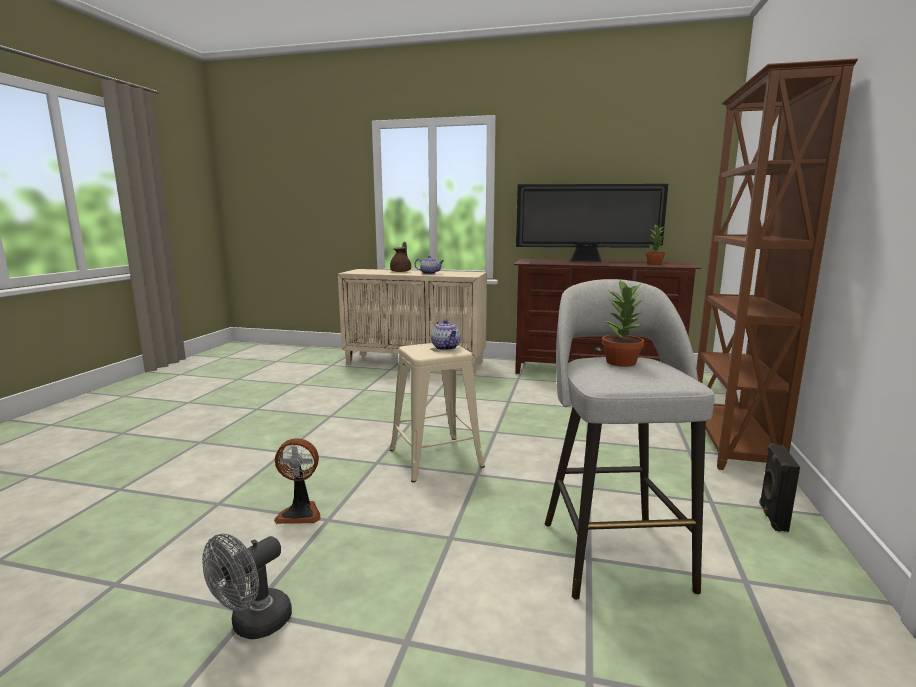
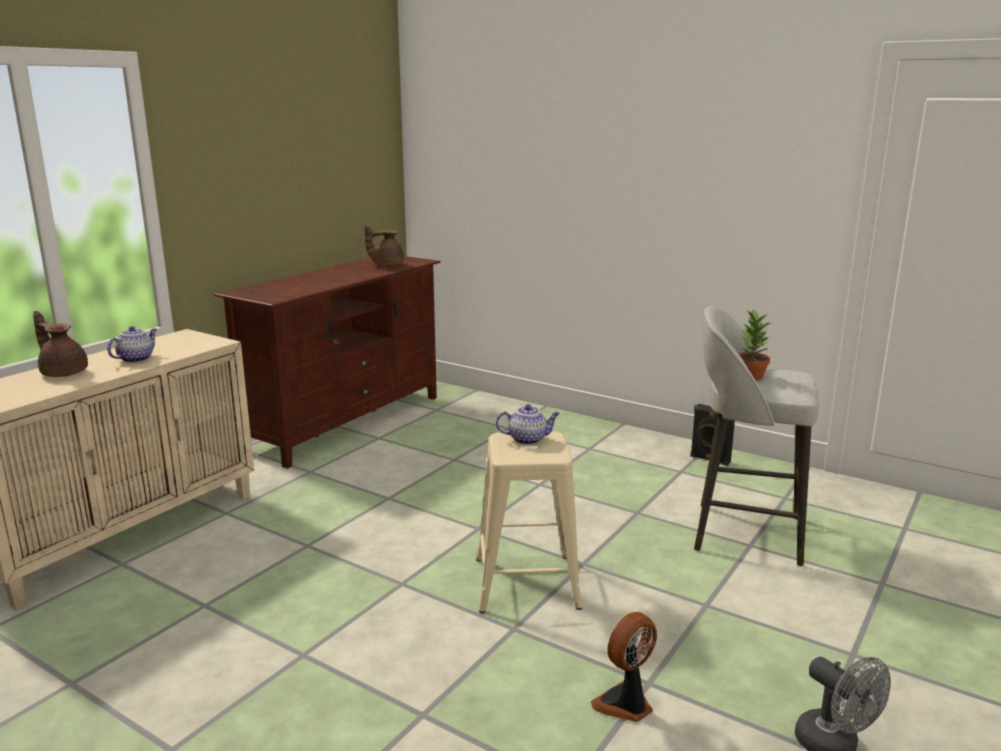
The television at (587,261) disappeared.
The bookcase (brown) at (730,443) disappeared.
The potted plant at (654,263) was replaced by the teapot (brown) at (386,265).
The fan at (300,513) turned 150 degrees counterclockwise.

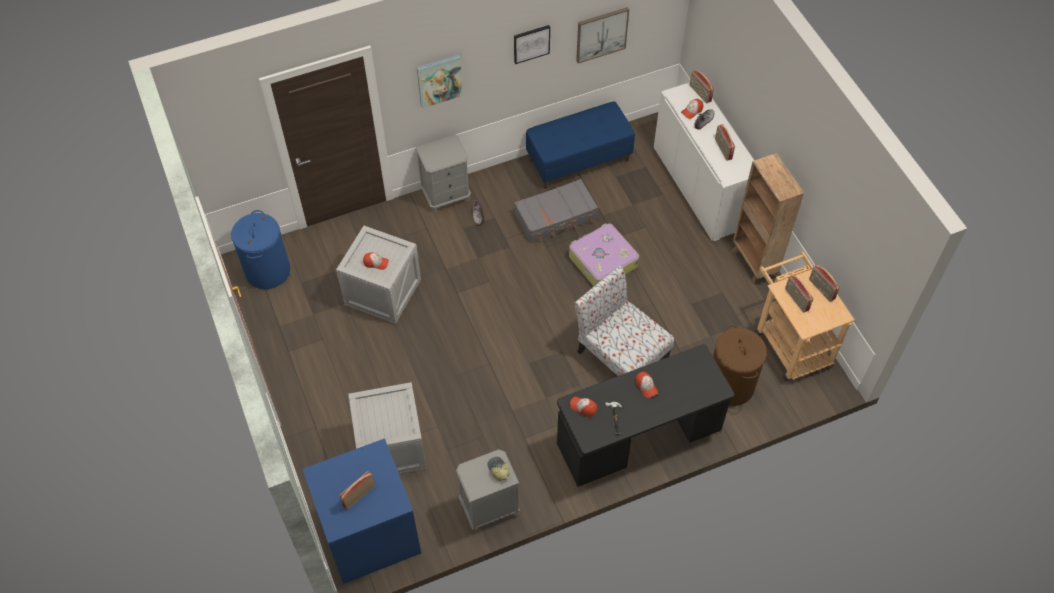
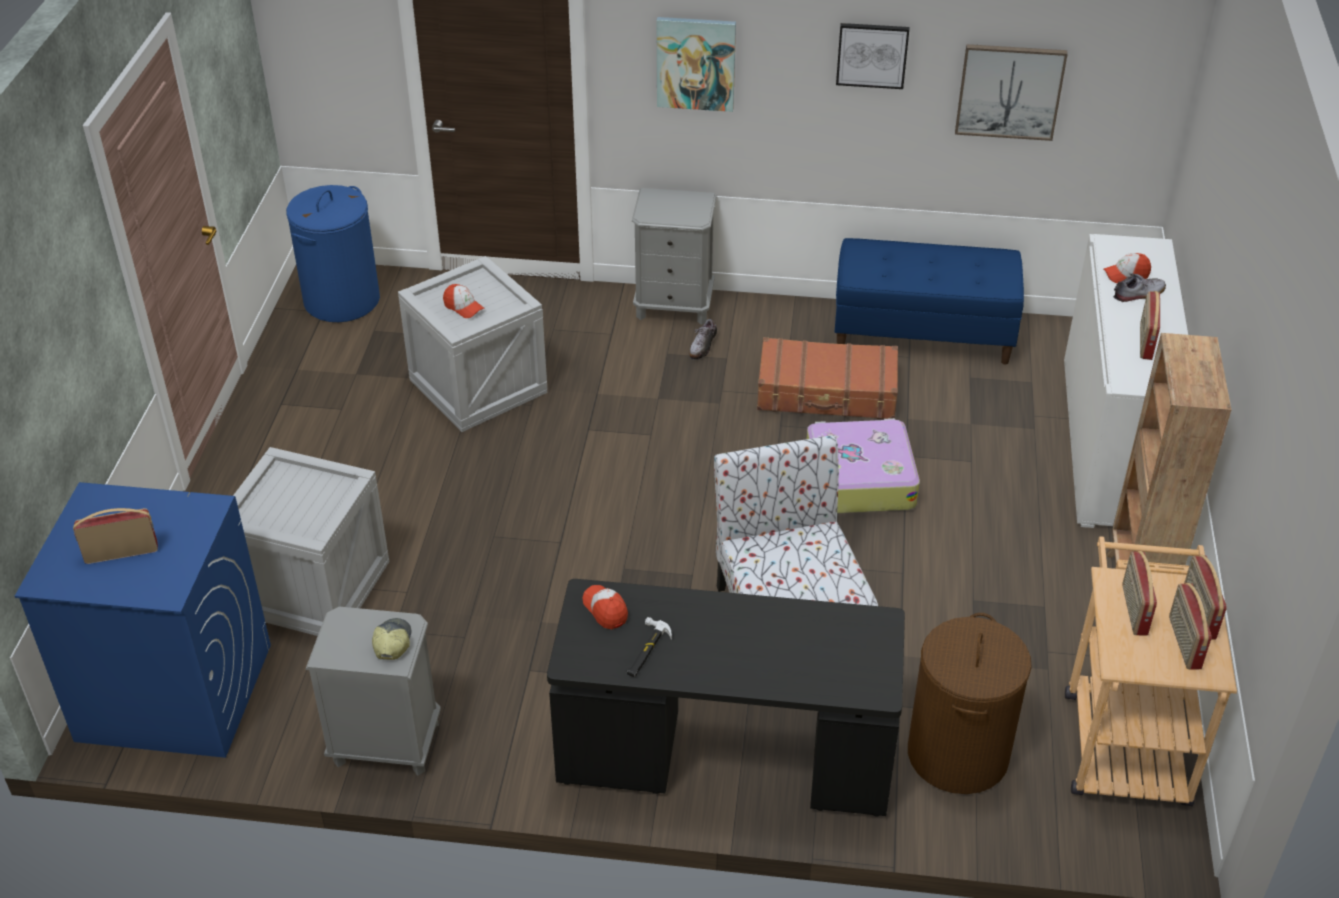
The cap at (646,386) disappeared.
The radio moved from (700,93) to (1183,643).
The suitcase (grey) at (556,217) became the suitcase (brown) at (827,393).

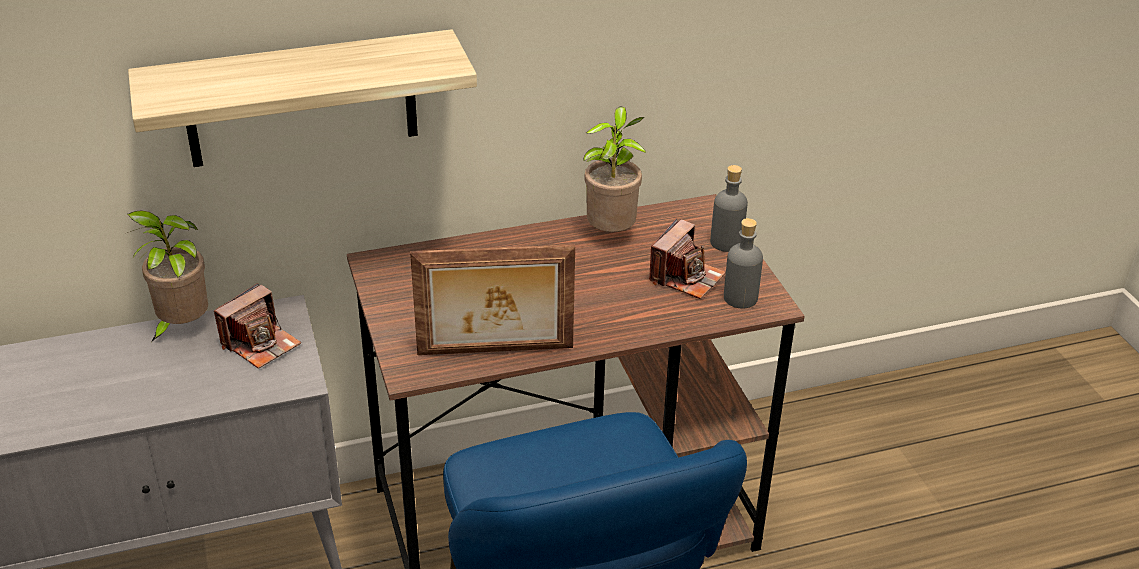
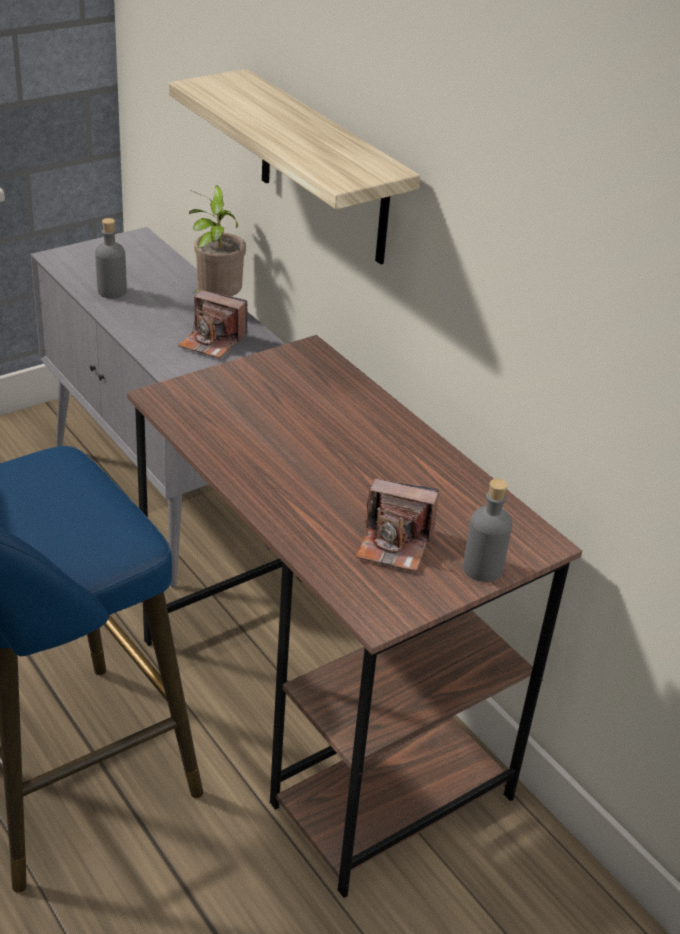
The picture frame at (495,352) disappeared.
The potted plant at (612,233) disappeared.
The bottle (grey) moved from (740,298) to (112,291).

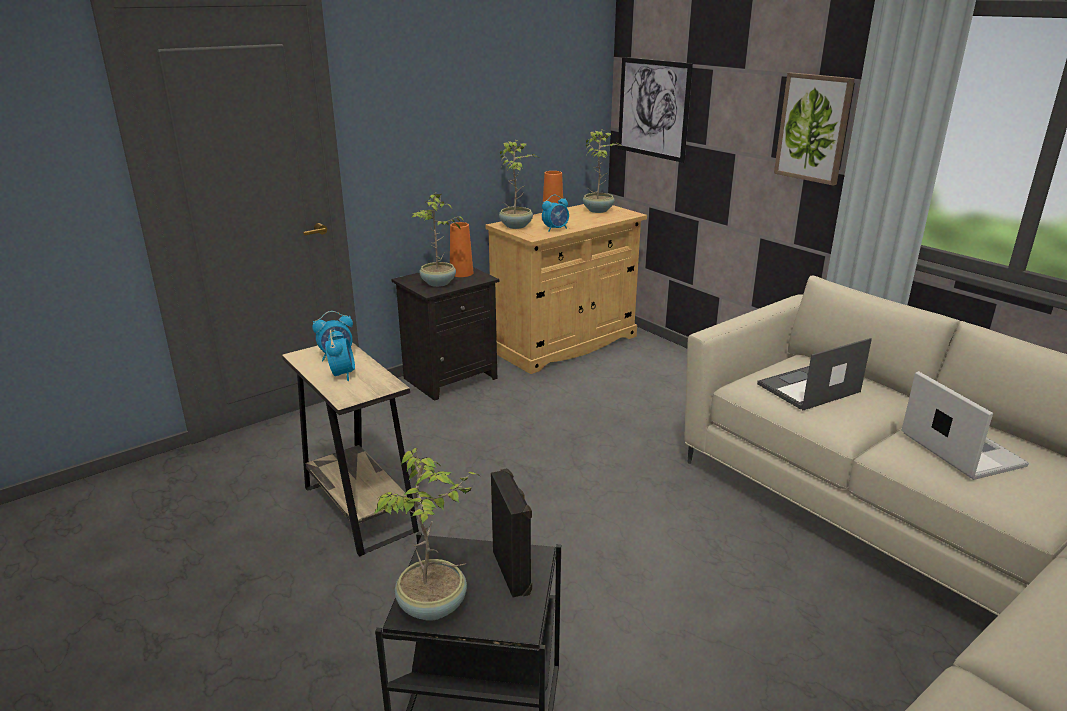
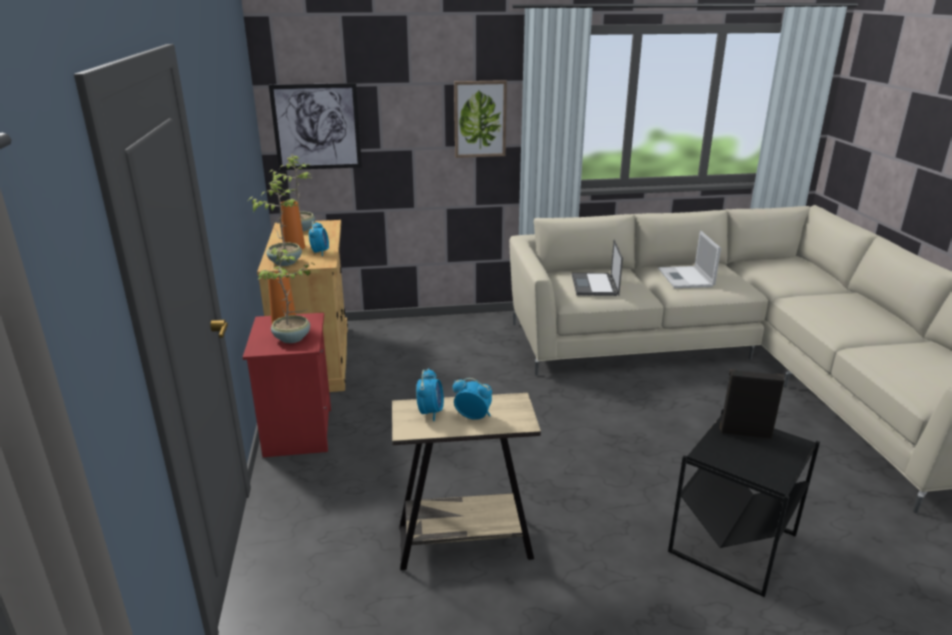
The potted plant at (433,606) disappeared.
The nightstand (black) at (450,377) became the nightstand (red) at (297,431).
The laptop at (959,448) turned 105 degrees counterclockwise.

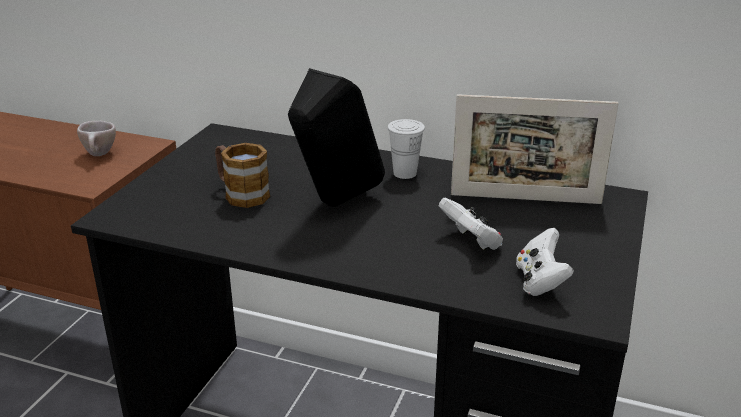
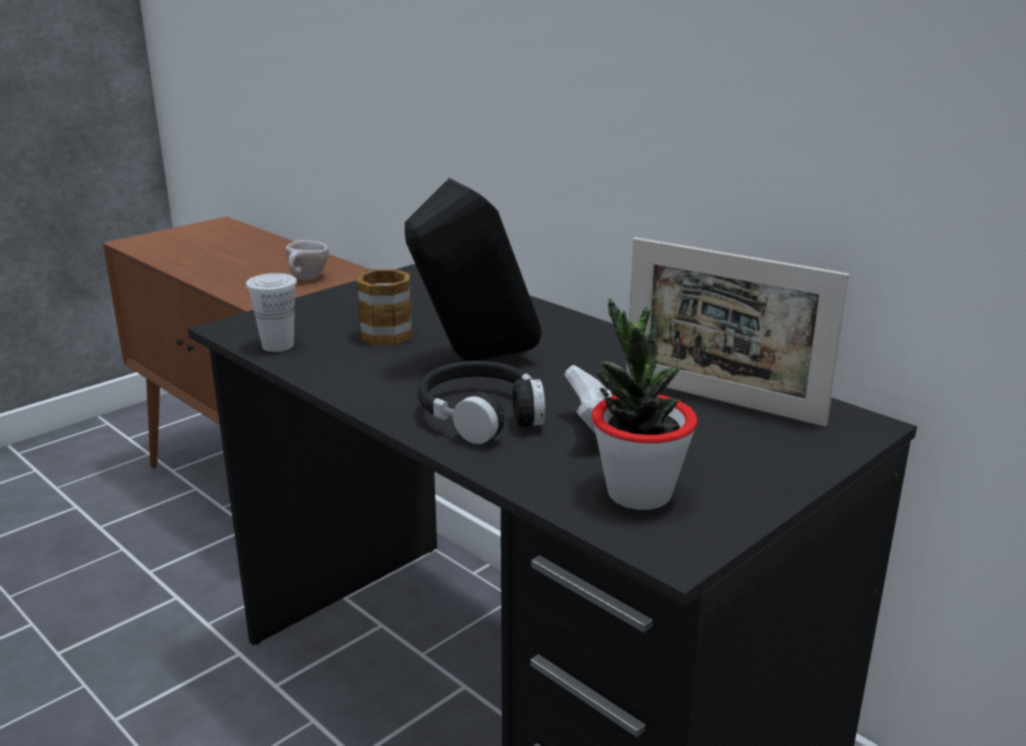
The headphones (black) at (481,415) appeared.
The cup (white) moved from (405,173) to (278,345).
The game controller (white) at (540,281) was replaced by the potted plant at (638,493).

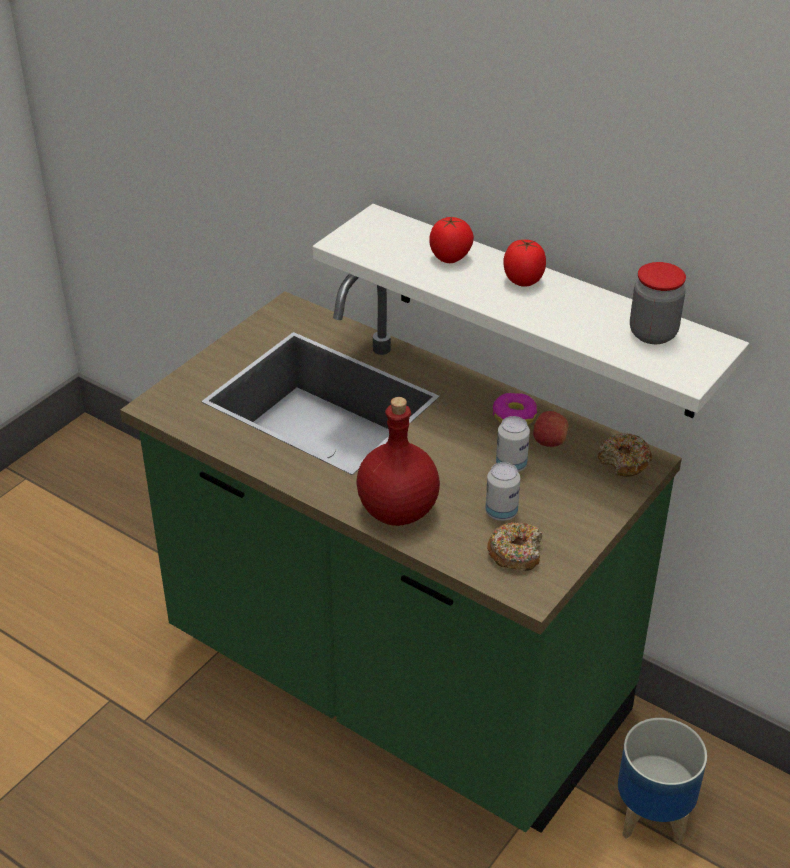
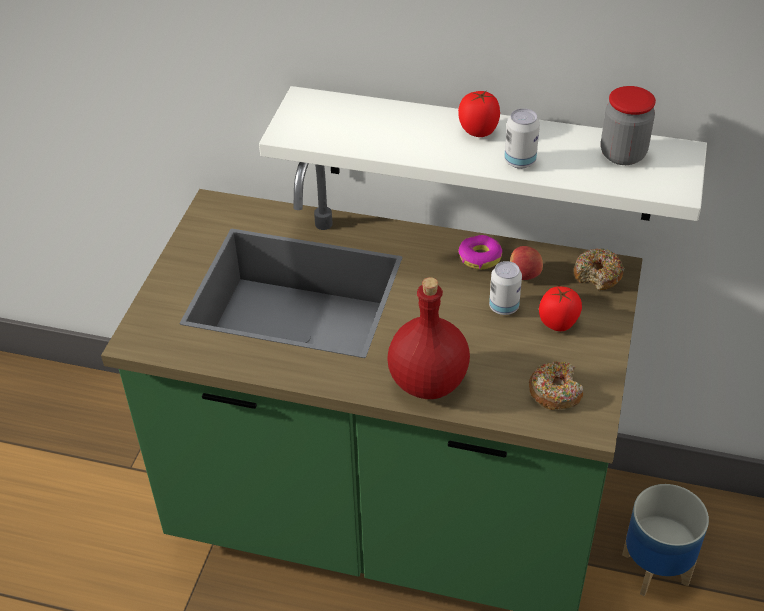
The tomato moved from (450,258) to (558,323).
The can moved from (501,513) to (520,161).

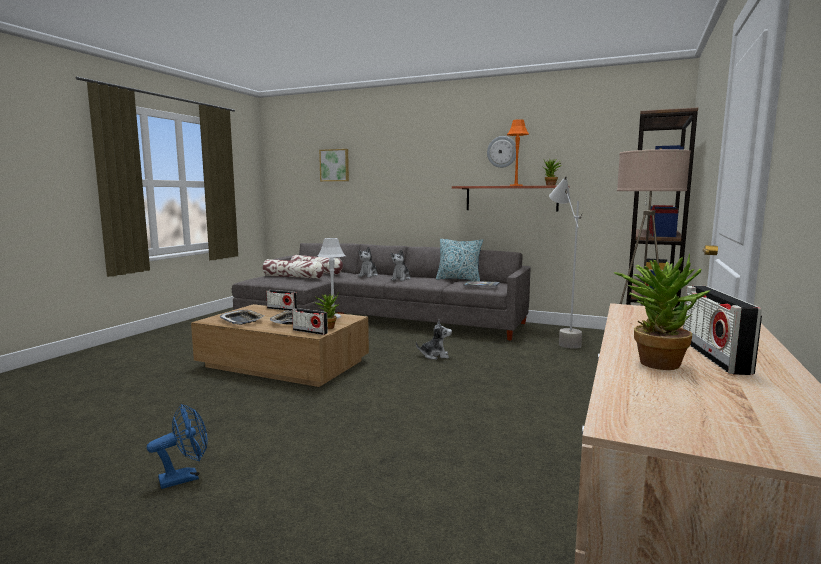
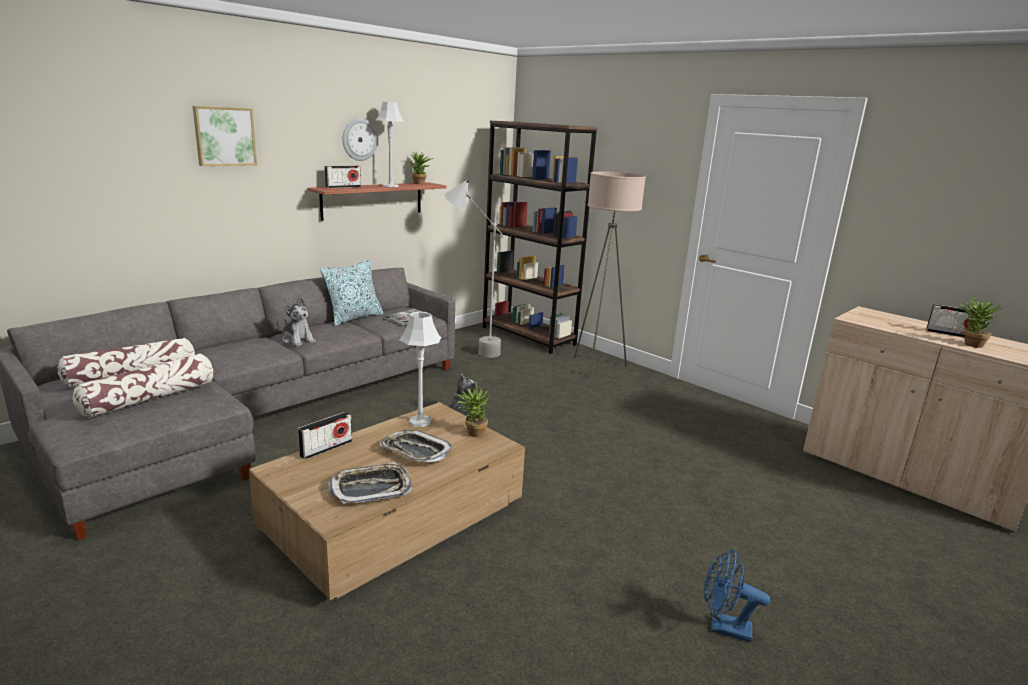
The plush toy at (368,275) disappeared.
The radio moved from (310,331) to (343,187).
The picture moved from (335,165) to (224,136).
The table lamp (orange) at (516,185) became the table lamp (grey) at (390,186).
The fan (blue) at (185,477) turned 60 degrees counterclockwise.

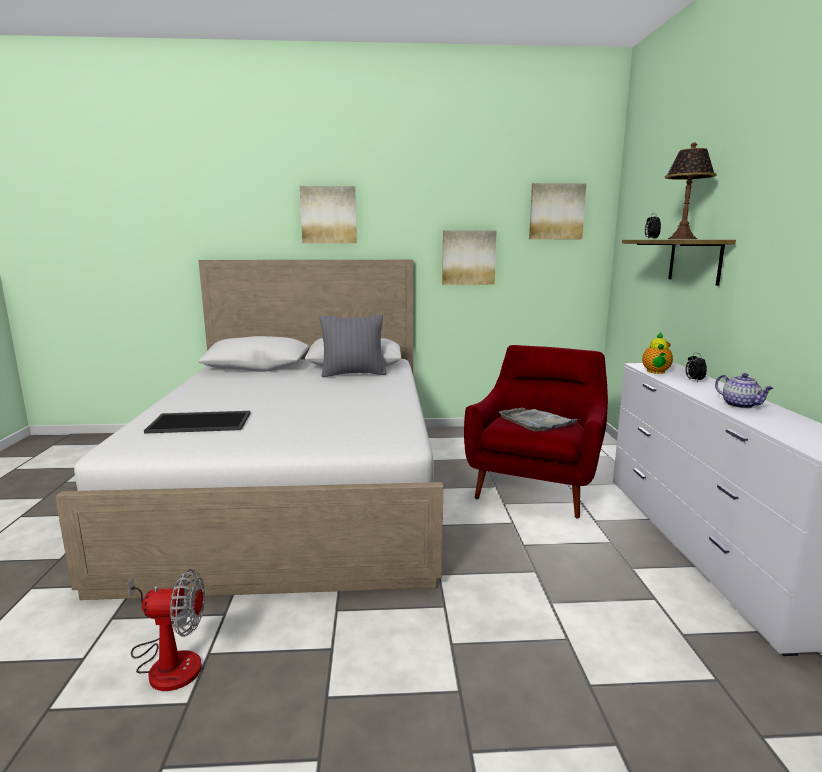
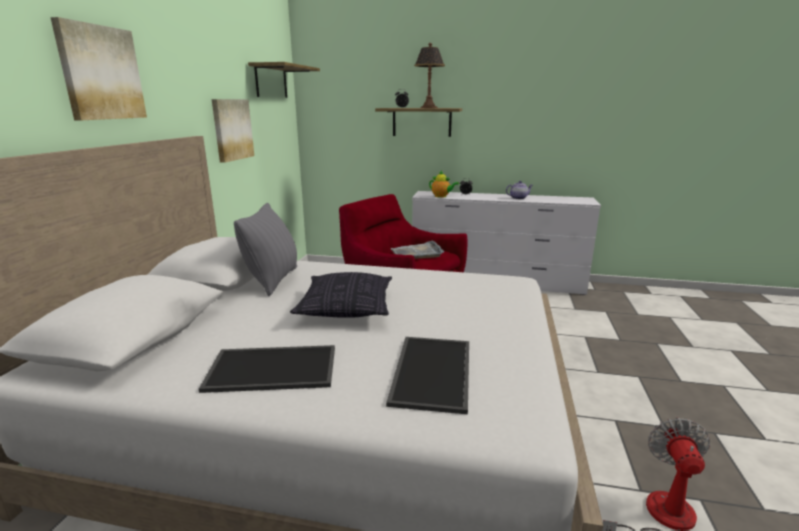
The tray at (274,367) appeared.
The pillow at (346,309) appeared.
The picture at (556,211) was replaced by the shelf at (271,81).

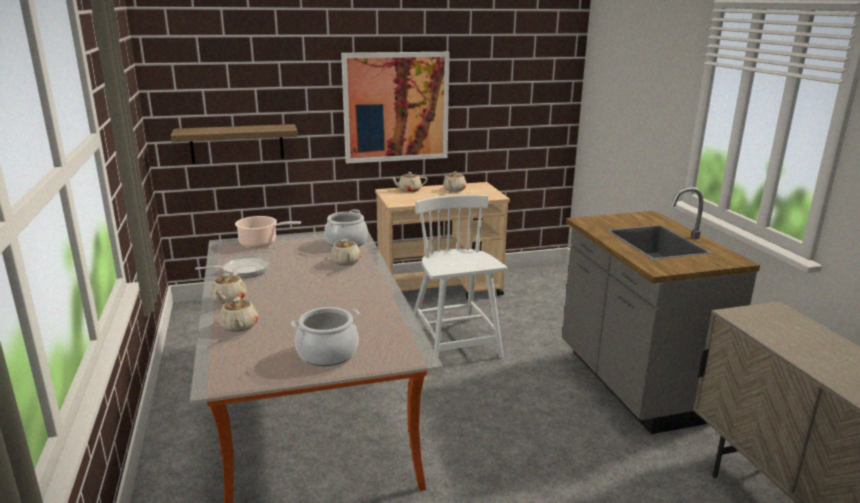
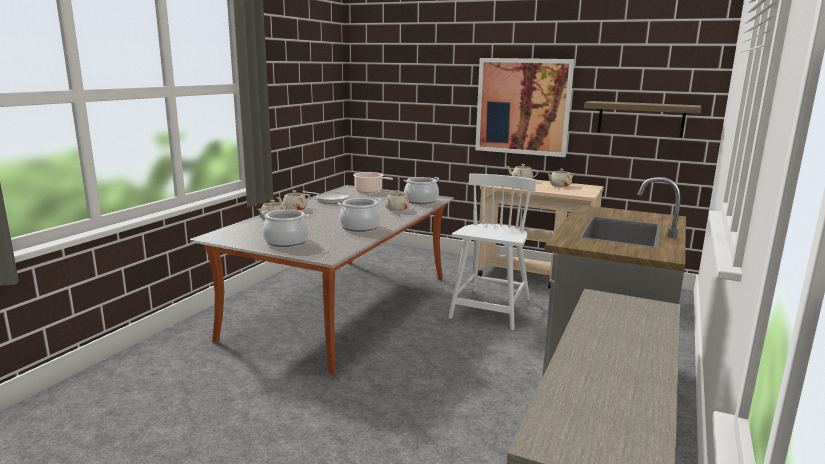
The cooking pot at (360,227) appeared.
The shelf moved from (237,143) to (640,119).

